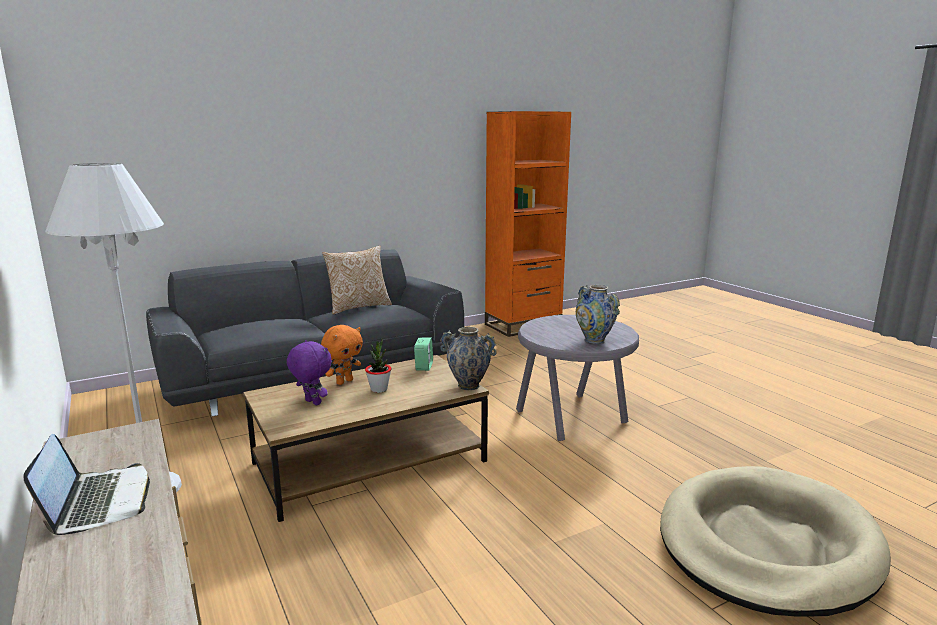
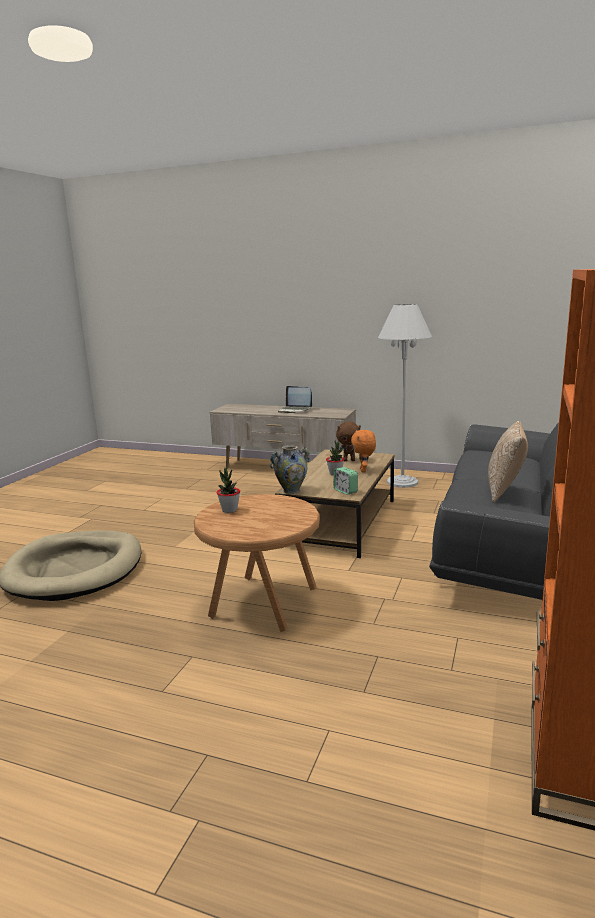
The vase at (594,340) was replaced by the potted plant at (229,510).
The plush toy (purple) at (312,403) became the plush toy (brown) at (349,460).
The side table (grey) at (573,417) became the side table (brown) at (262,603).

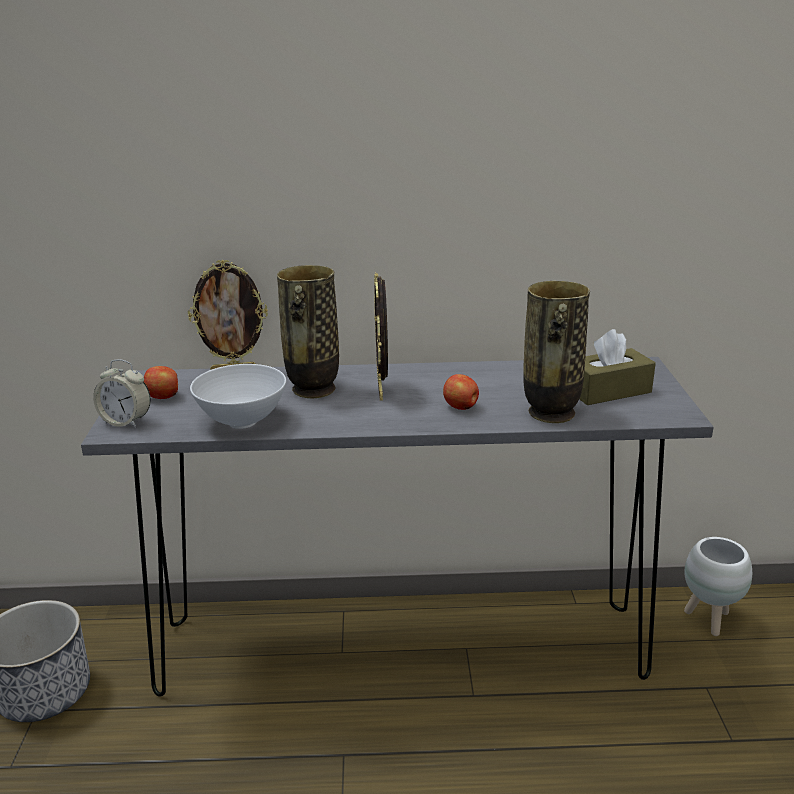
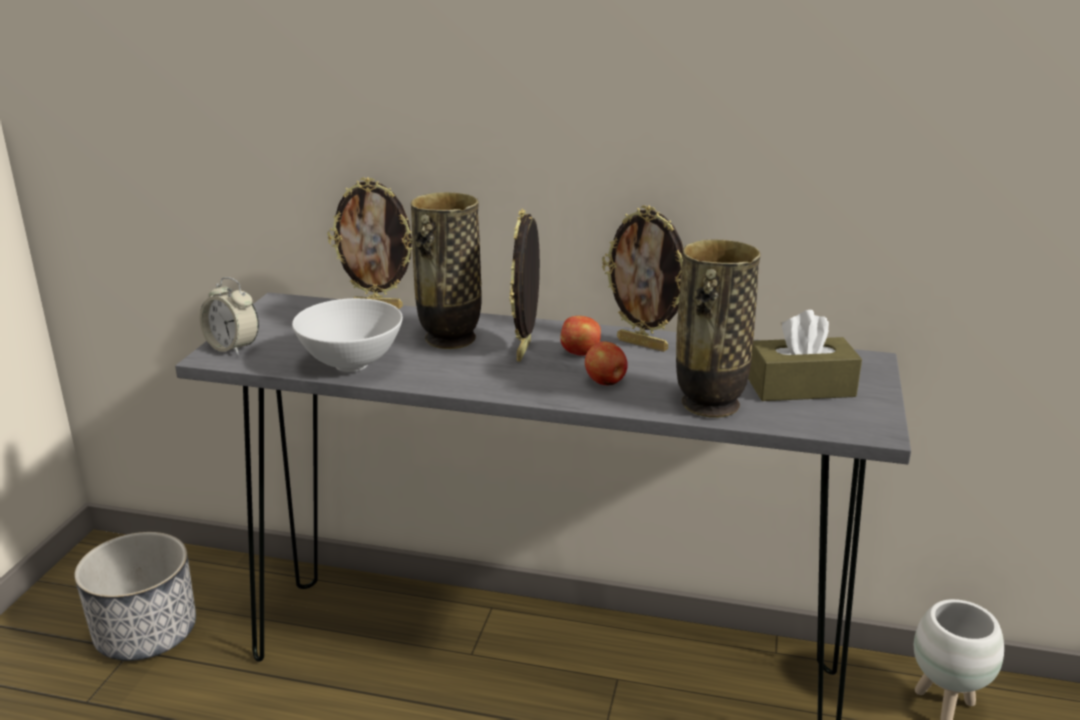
The picture frame at (643,344) appeared.
The apple moved from (164,397) to (581,353).

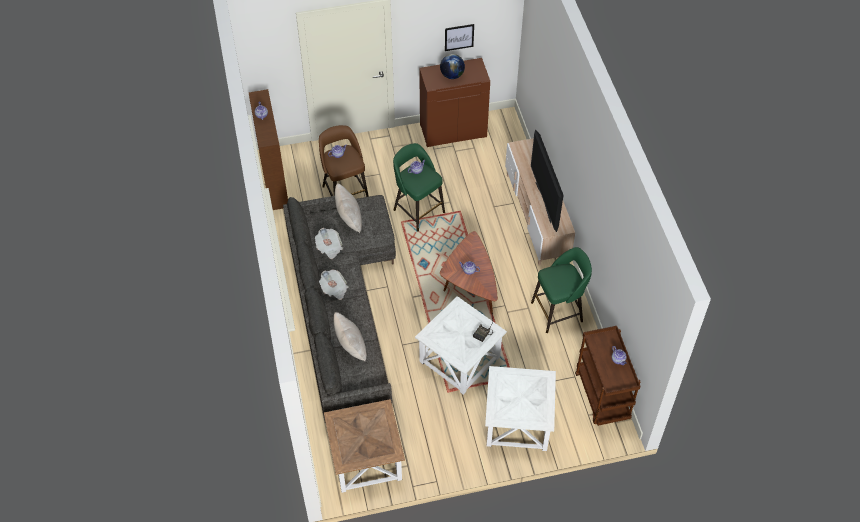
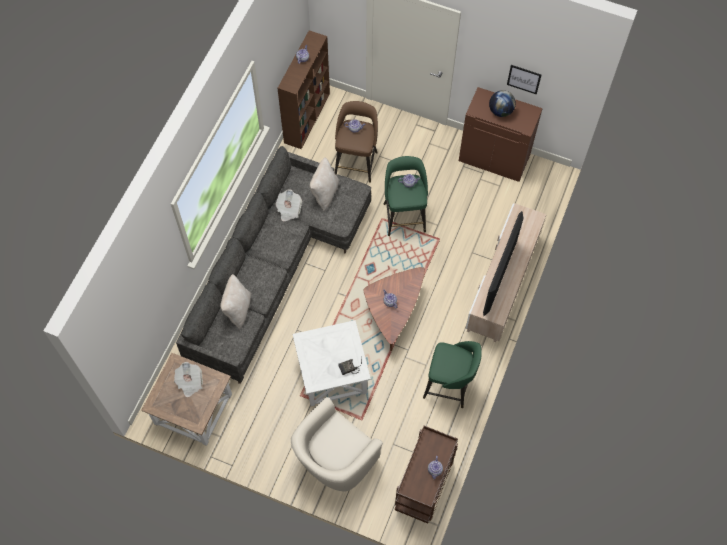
The newspaper moved from (334,289) to (189,382).
The side table (white) at (517,422) was replaced by the armchair (beige) at (334,460).

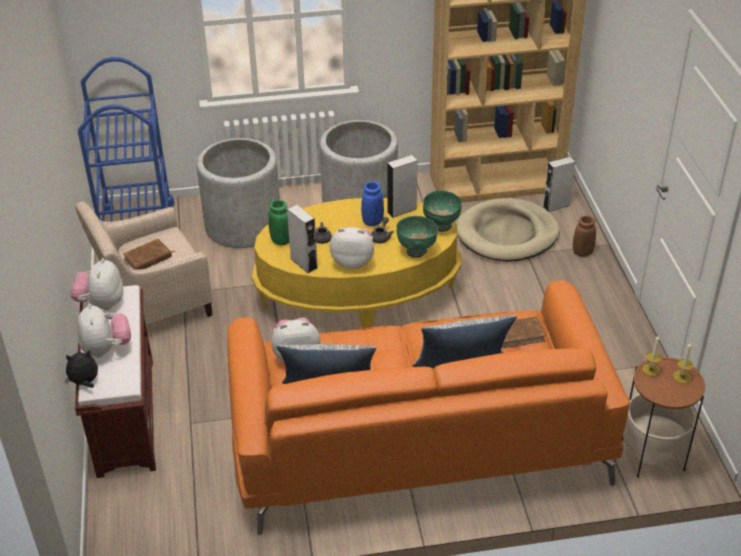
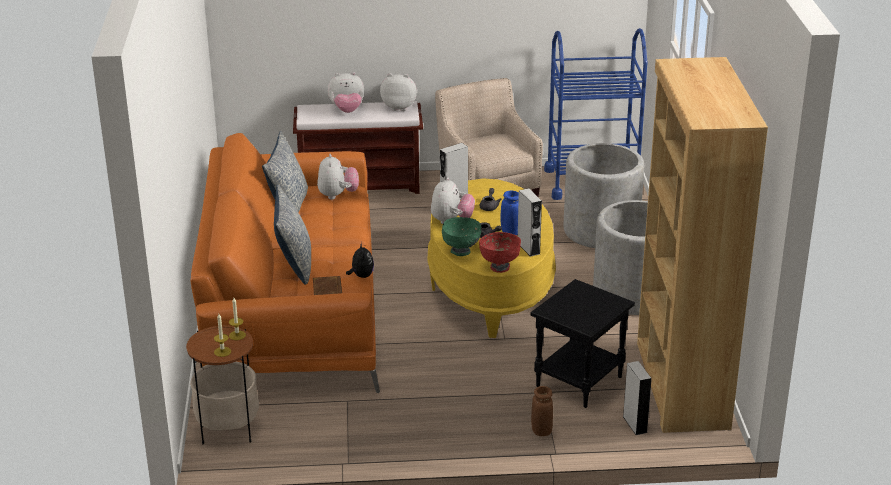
The book (brown) at (148,258) disappeared.
The vase (green) at (281,240) disappeared.
The plush toy moved from (84,382) to (361,276).
The dog bed (beige) at (507,234) was replaced by the side table (black) at (579,382).
The bowl (green) at (441,226) became the bowl (red) at (499,267).

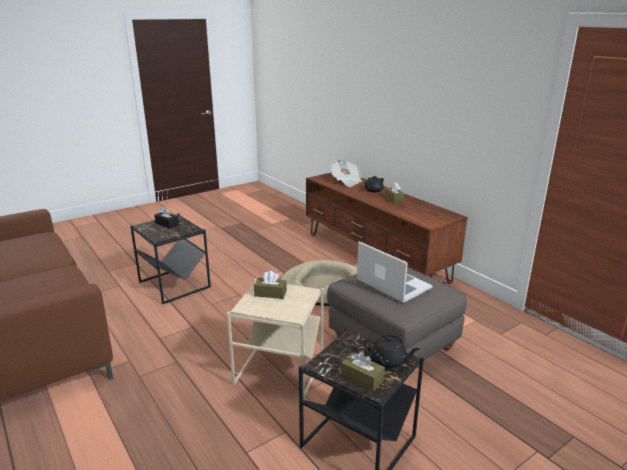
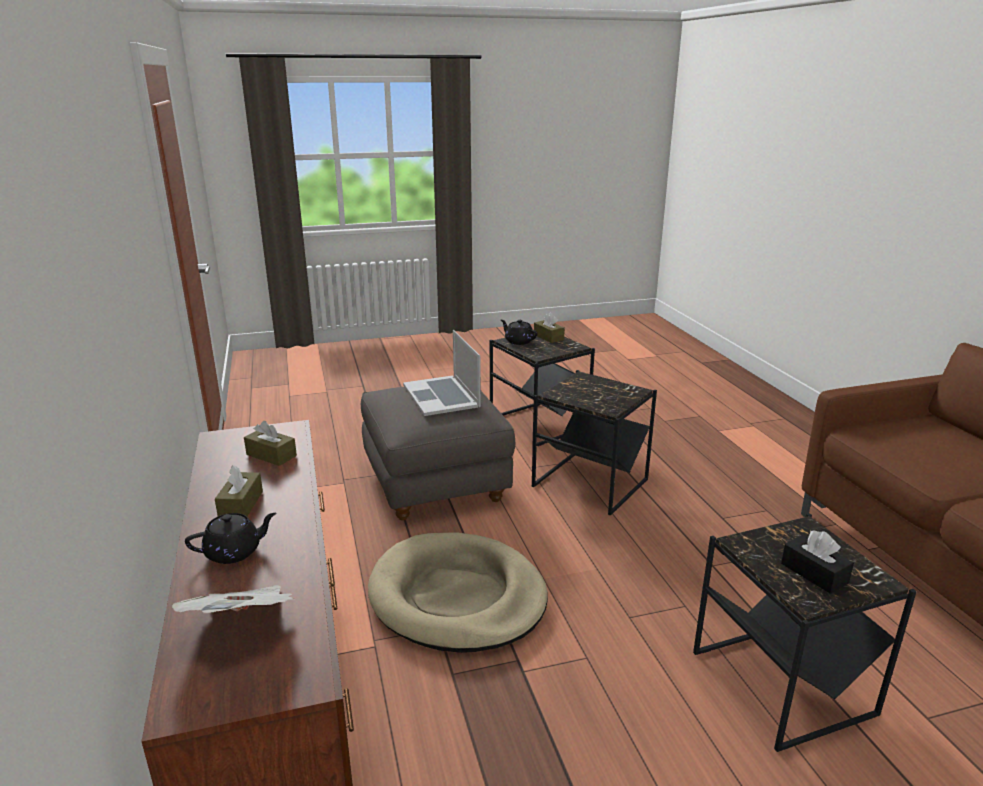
The tissue box (brown) moved from (270,293) to (271,455).
The side table (beige) at (278,370) became the side table (black) at (590,484).

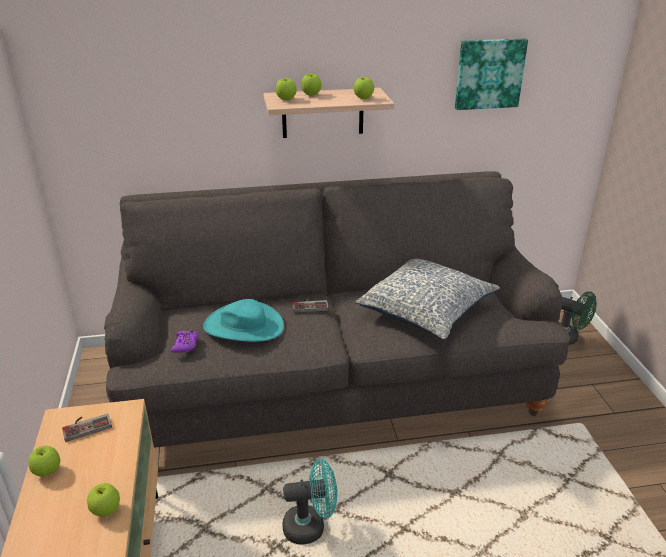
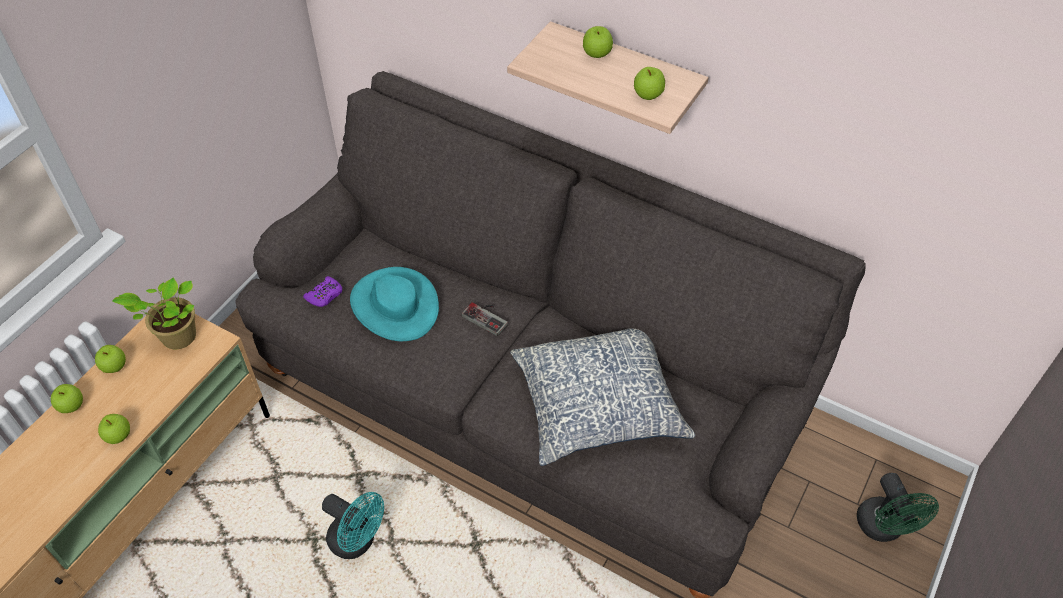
The picture at (489,73) disappeared.
The apple moved from (286,99) to (72,406).
The game controller at (86,425) was replaced by the potted plant at (176,337).

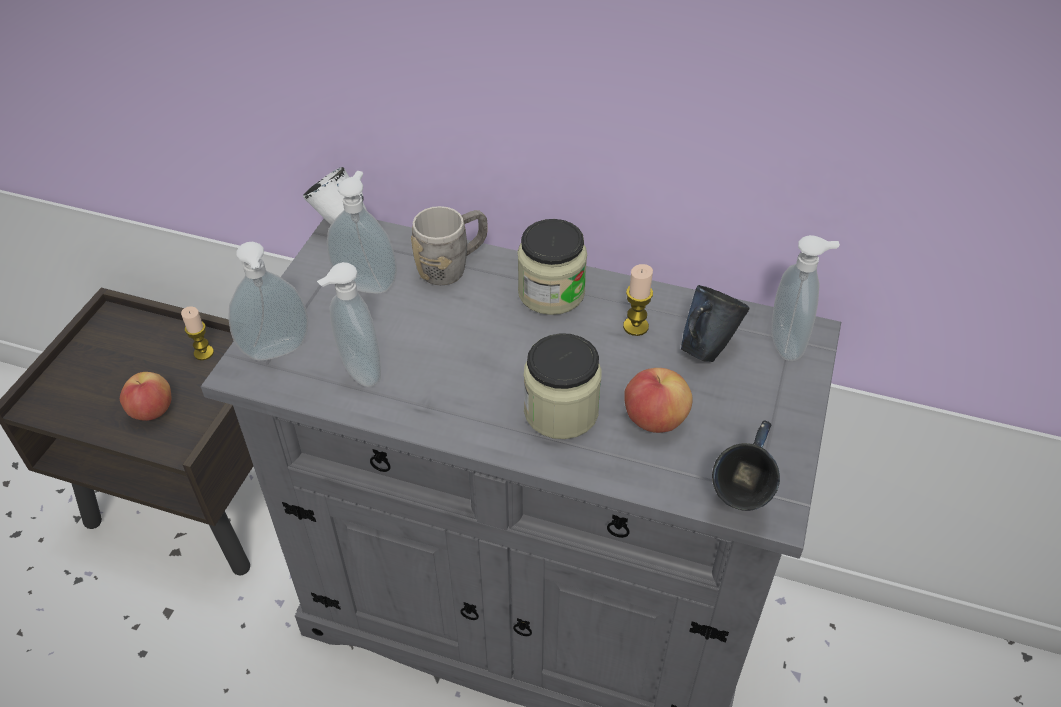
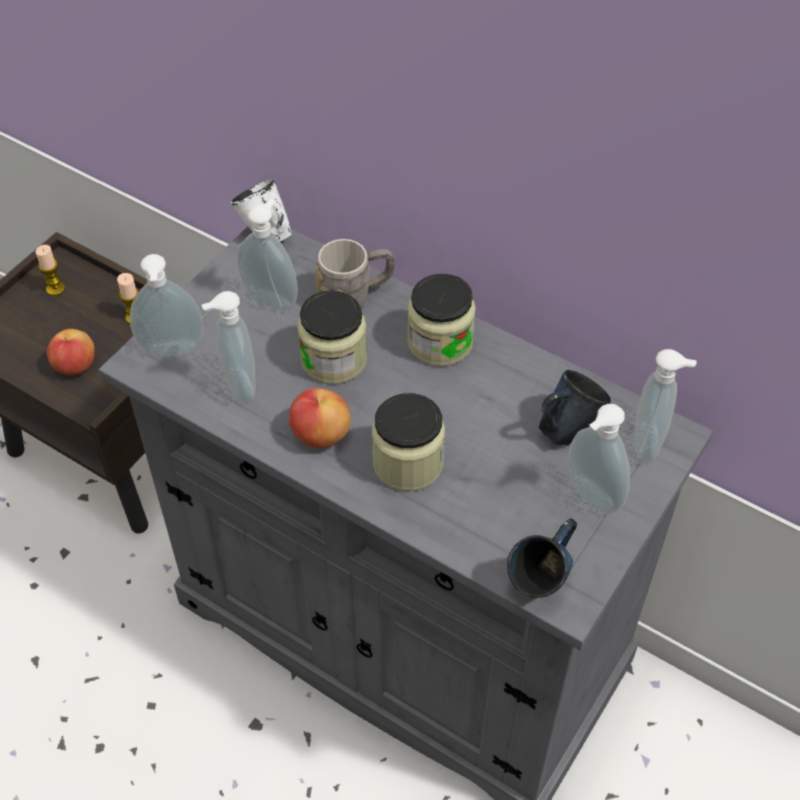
The jar at (334,359) appeared.
The soap dispenser at (590,497) appeared.
The candle moved from (635,326) to (55,289).
The apple moved from (654,420) to (320,435).

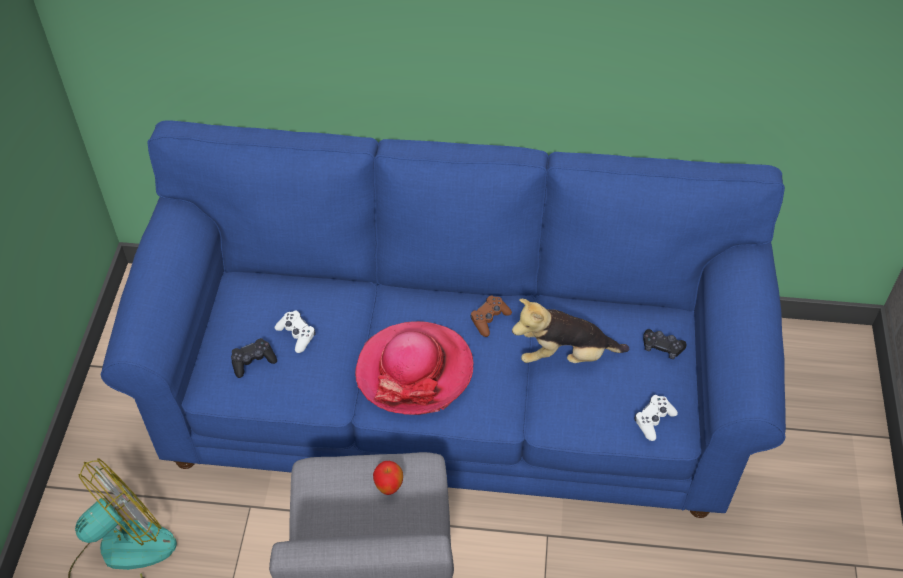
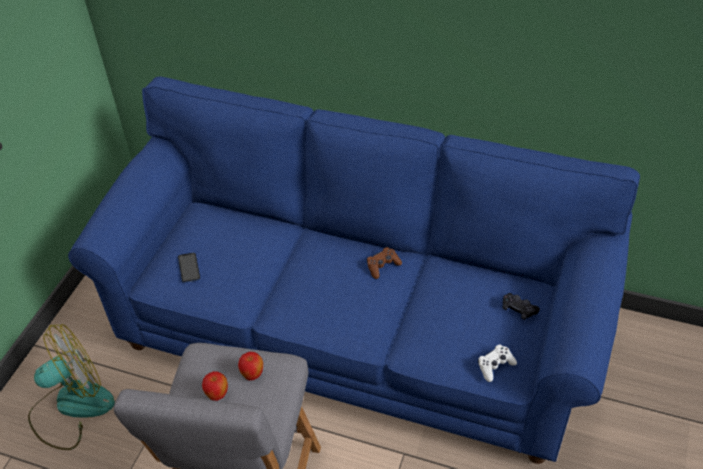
The game controller (white) at (296,335) disappeared.
The hat at (414,370) disappeared.
The plush toy at (565,355) disappeared.
The apple at (217,395) appeared.
The game controller (black) at (253,361) was replaced by the phone at (189,268).

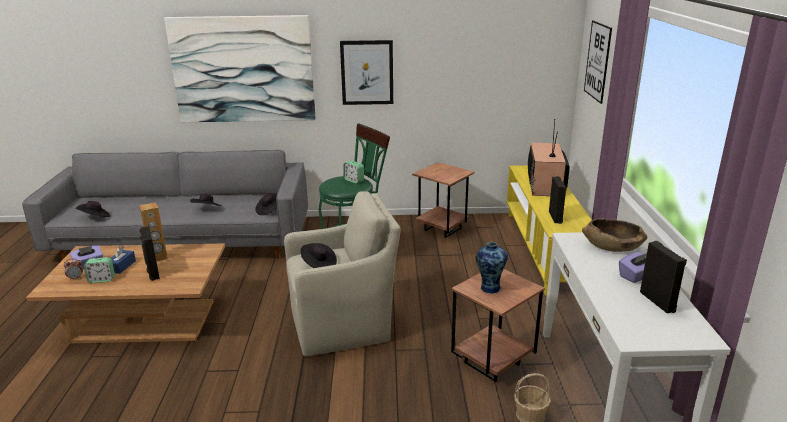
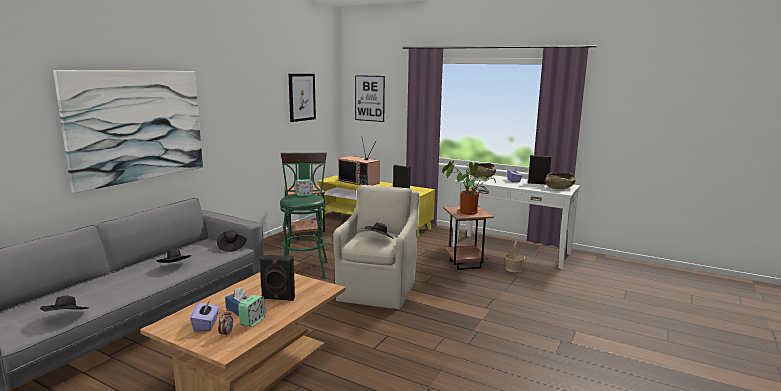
The speaker (brown) at (158,257) disappeared.
The bowl (brown) at (559,187) appeared.
The picture moved from (367,72) to (301,97).
The vase at (489,288) was replaced by the potted plant at (466,212).

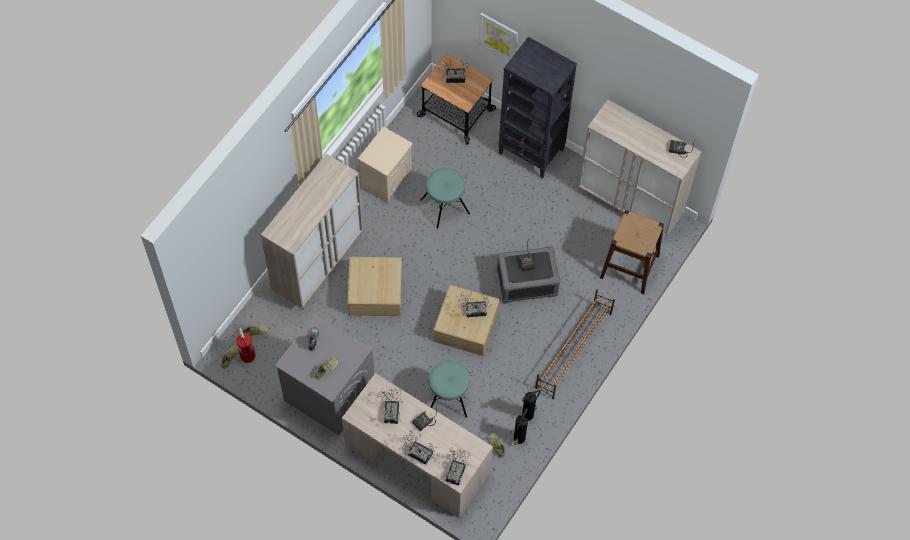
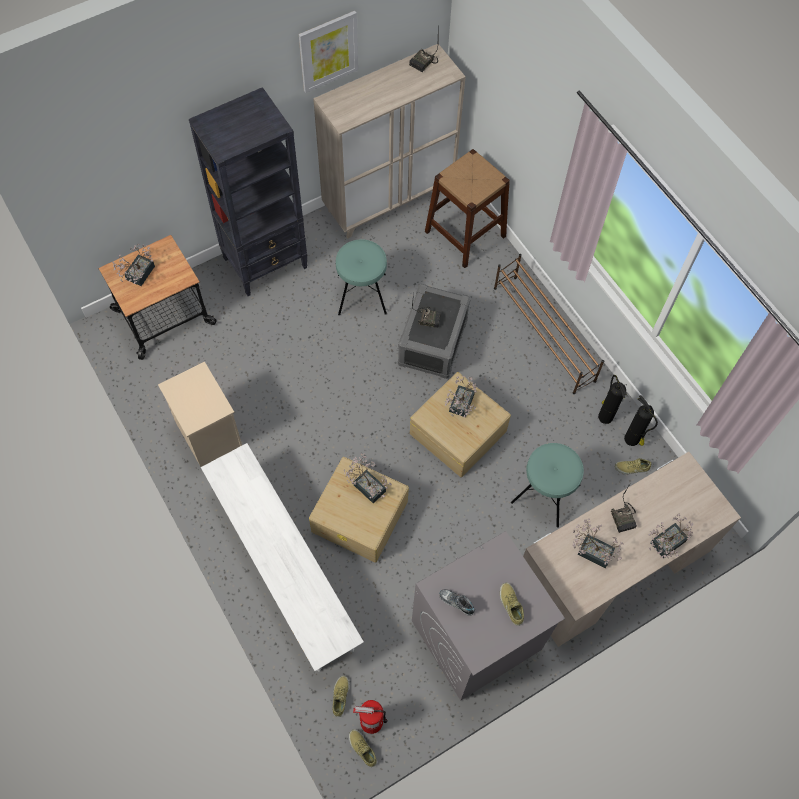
The stool (turquoise) moved from (445,206) to (362,294).
The potted plant moved from (456,471) to (367,485).
The picture moved from (498,37) to (328,51).
The cabinet (beige) at (318,265) was replaced by the bench (white) at (284,569).

